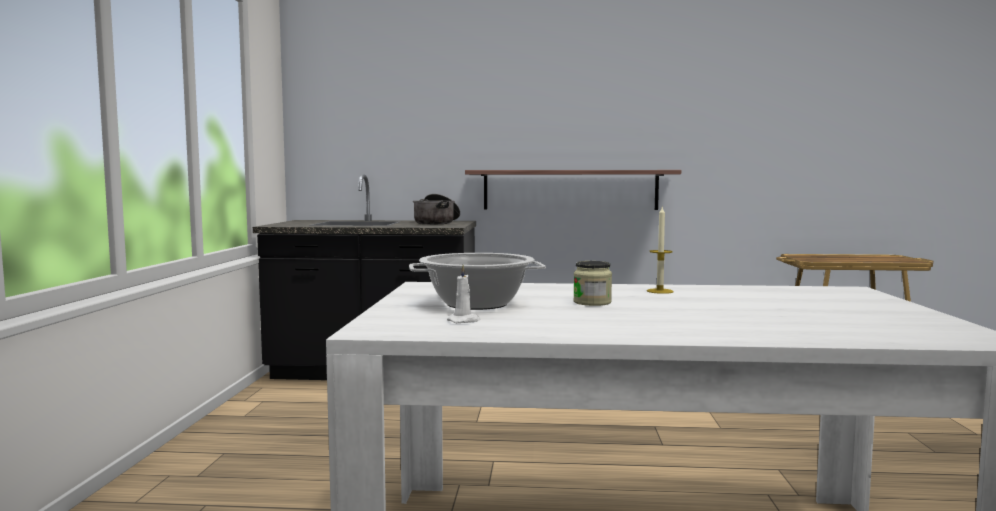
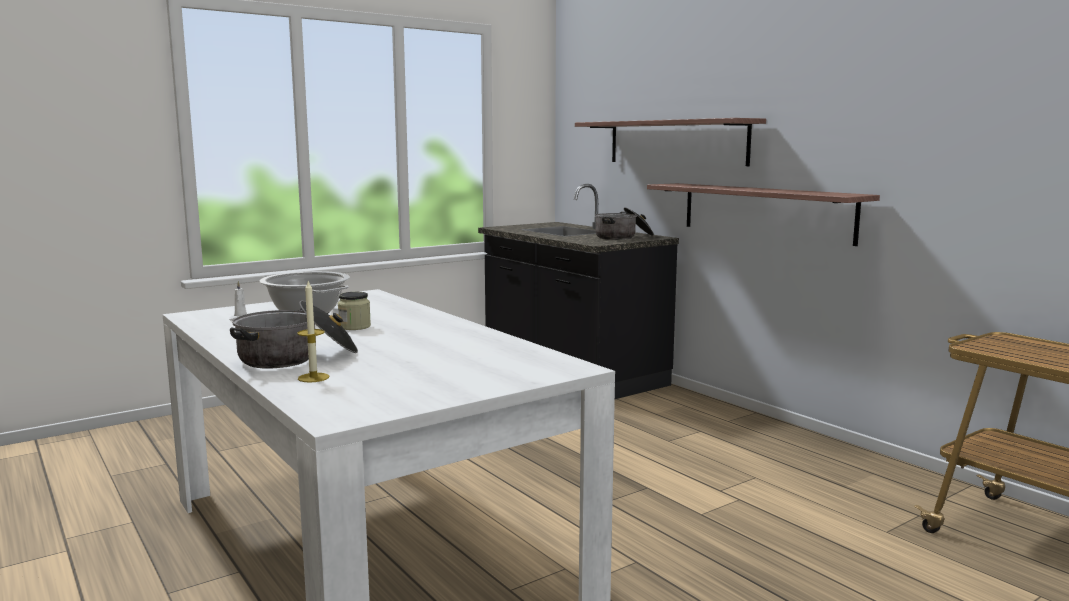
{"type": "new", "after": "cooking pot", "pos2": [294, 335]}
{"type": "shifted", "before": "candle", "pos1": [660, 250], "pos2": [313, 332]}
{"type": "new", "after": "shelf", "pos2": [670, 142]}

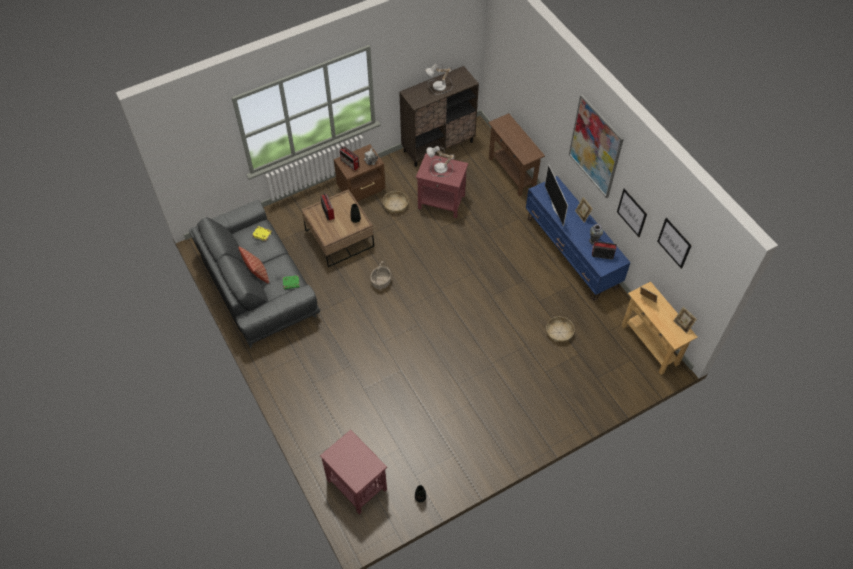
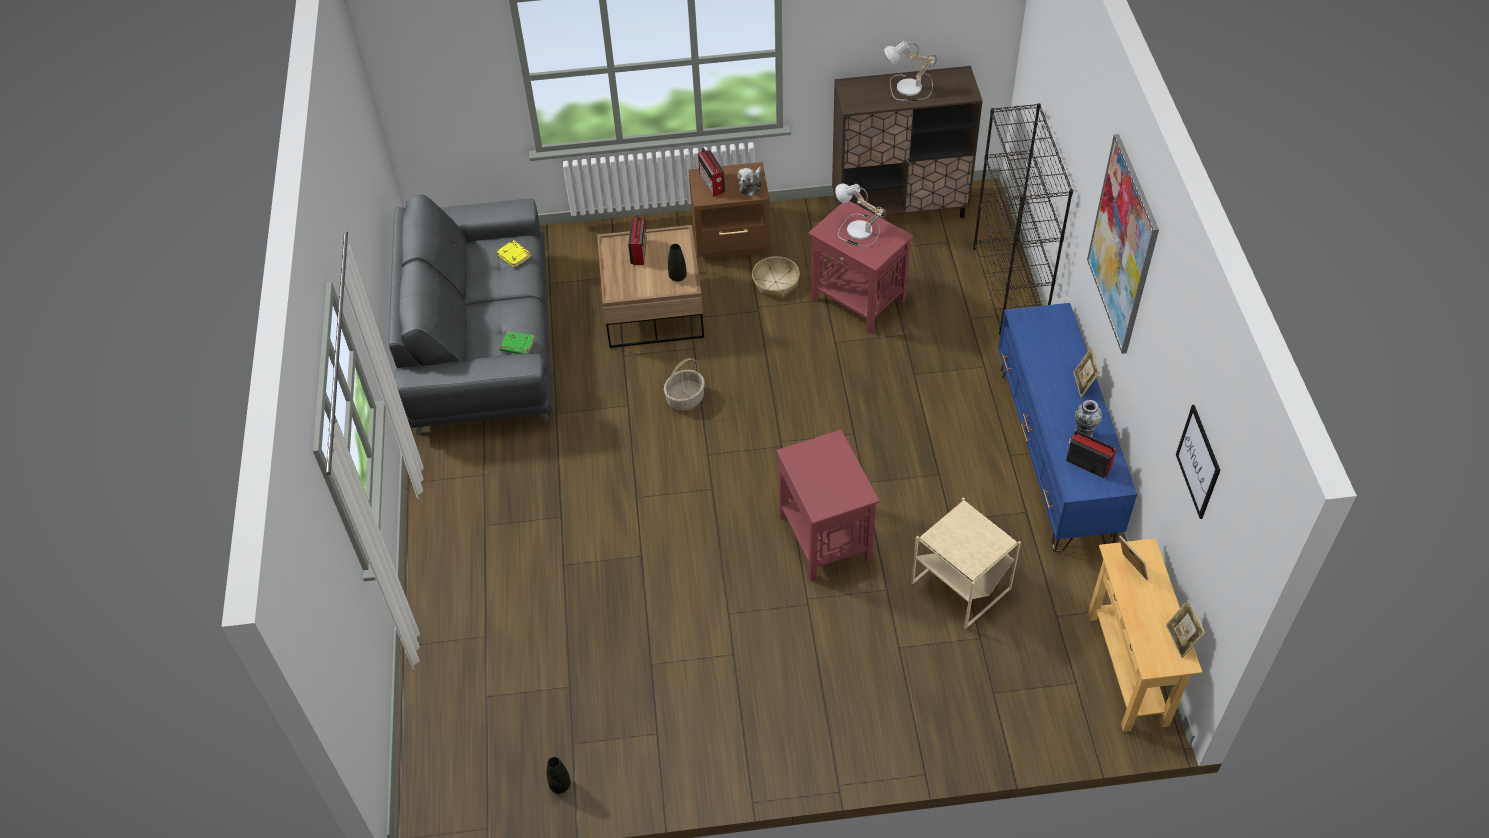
{"type": "shifted", "before": "red side table", "pos1": [353, 472], "pos2": [828, 505]}
{"type": "swapped", "before": "basket", "after": "beige side table", "pos1": [560, 330], "pos2": [966, 563]}
{"type": "swapped", "before": "brown console table", "after": "black bookcase", "pos1": [516, 155], "pos2": [1023, 219]}
{"type": "gone", "before": "pillow", "pos1": [253, 265]}
{"type": "gone", "before": "television", "pos1": [556, 195]}
{"type": "gone", "before": "picture", "pos1": [632, 213]}

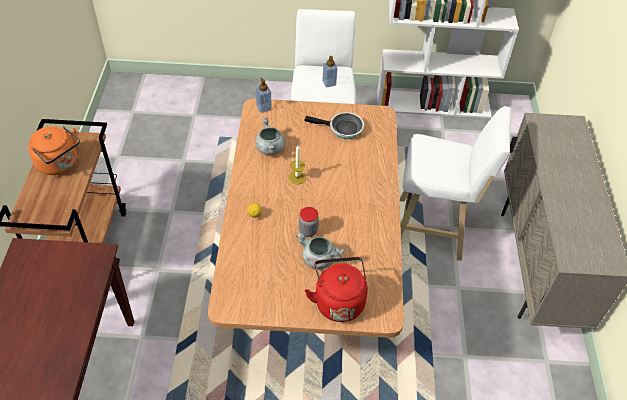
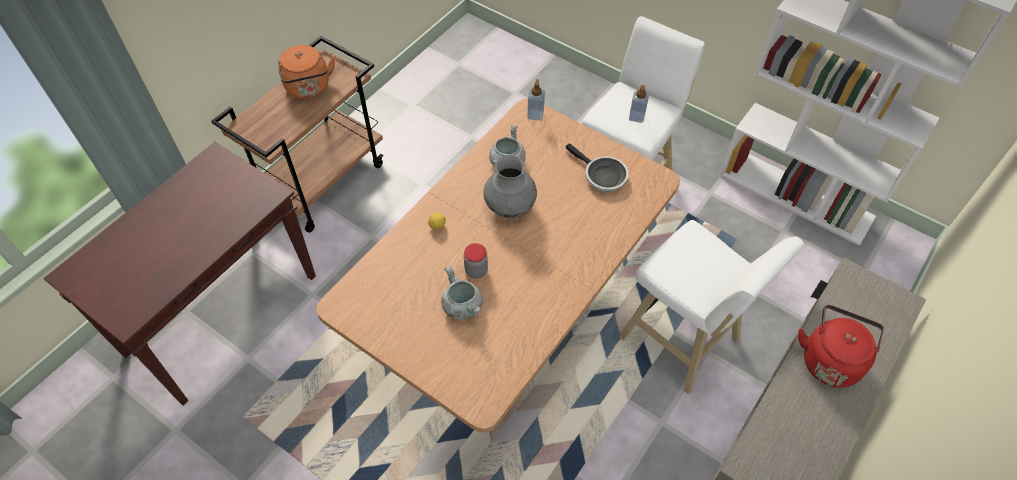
{"type": "swapped", "before": "candle", "after": "grey vase", "pos1": [297, 164], "pos2": [510, 186]}
{"type": "shifted", "before": "red kettle", "pos1": [336, 289], "pos2": [841, 346]}

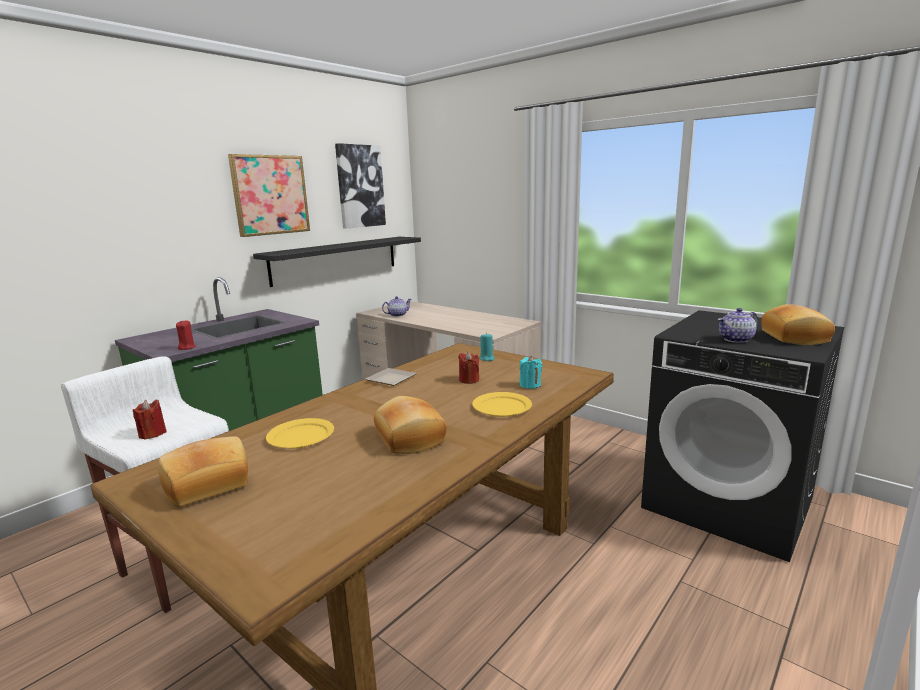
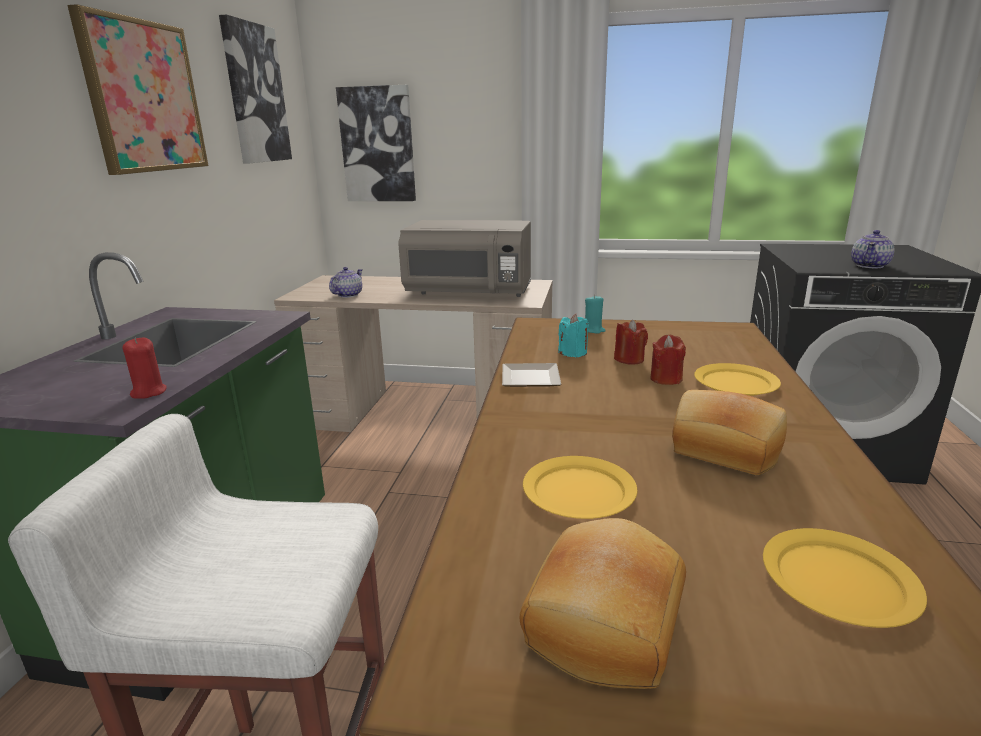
{"type": "new", "after": "picture", "pos2": [376, 143]}
{"type": "new", "after": "grey microwave", "pos2": [464, 258]}
{"type": "shifted", "before": "turquoise candle", "pos1": [531, 372], "pos2": [573, 336]}
{"type": "shifted", "before": "red candle", "pos1": [149, 420], "pos2": [668, 360]}
{"type": "new", "after": "yellow plate", "pos2": [845, 578]}
{"type": "gone", "before": "black shelf", "pos1": [337, 262]}
{"type": "gone", "before": "bread", "pos1": [798, 324]}

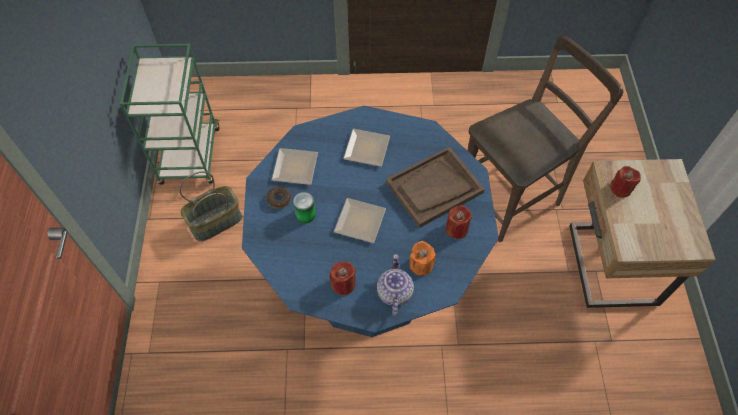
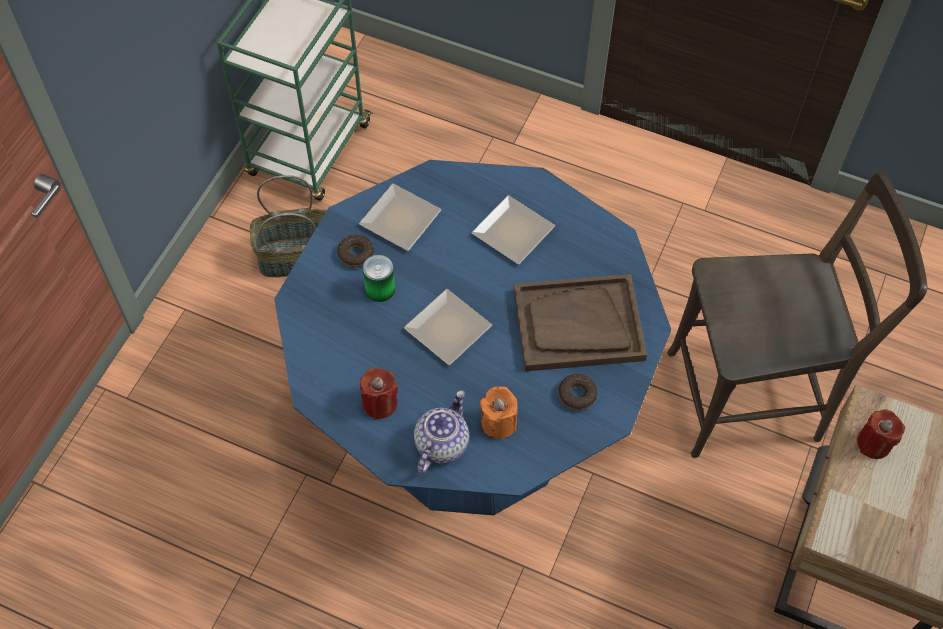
{"type": "swapped", "before": "red candle", "after": "donut", "pos1": [458, 222], "pos2": [578, 392]}

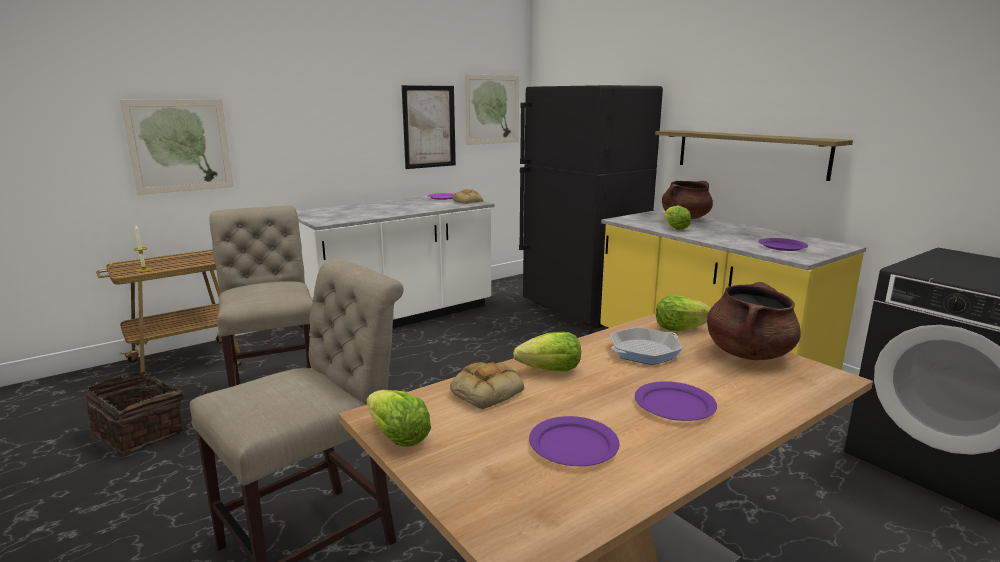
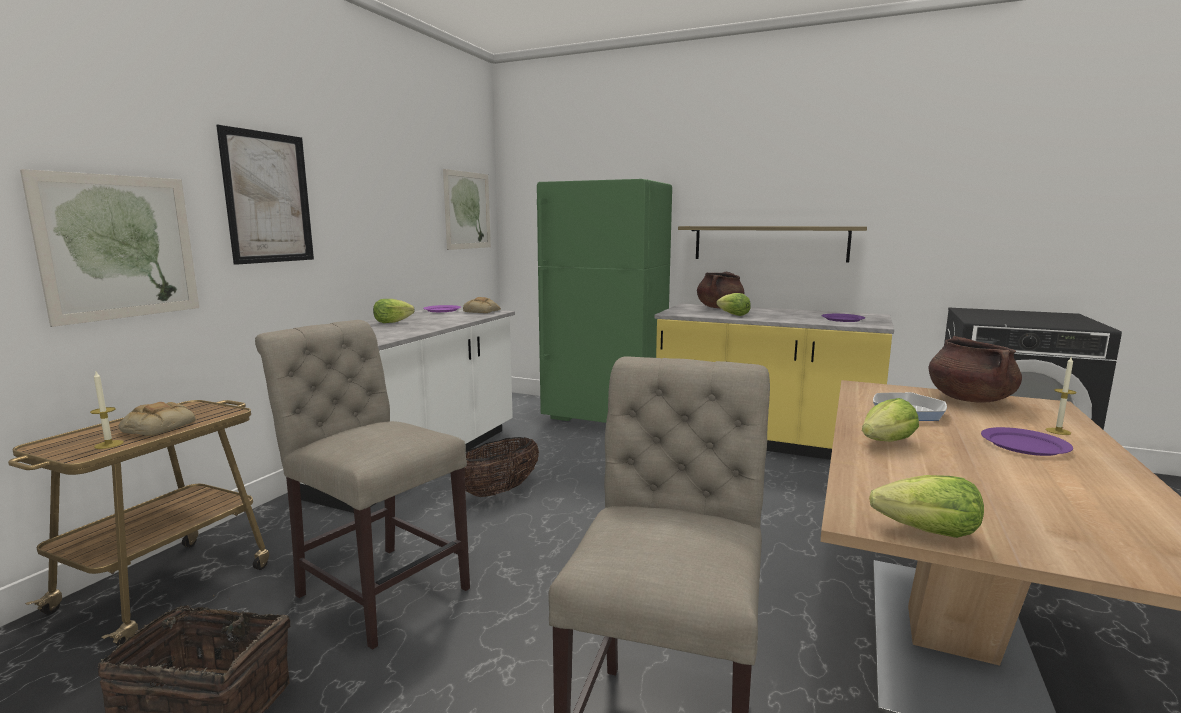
{"type": "shifted", "before": "bread", "pos1": [487, 385], "pos2": [157, 419]}
{"type": "shifted", "before": "picture", "pos1": [429, 127], "pos2": [265, 194]}
{"type": "shifted", "before": "lettuce", "pos1": [683, 313], "pos2": [394, 311]}
{"type": "new", "after": "basket", "pos2": [501, 467]}
{"type": "repainted", "before": "black fridge", "after": "green fridge", "pos1": [591, 207], "pos2": [604, 301]}
{"type": "new", "after": "candle", "pos2": [1061, 396]}
{"type": "gone", "before": "purple plate", "pos1": [574, 441]}

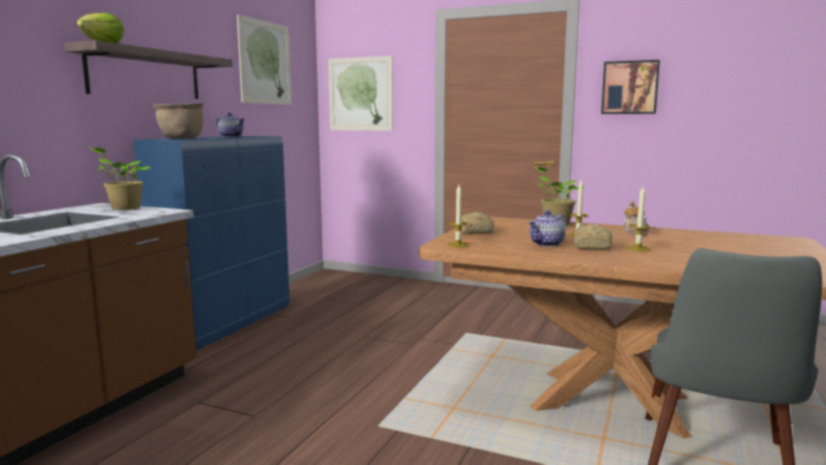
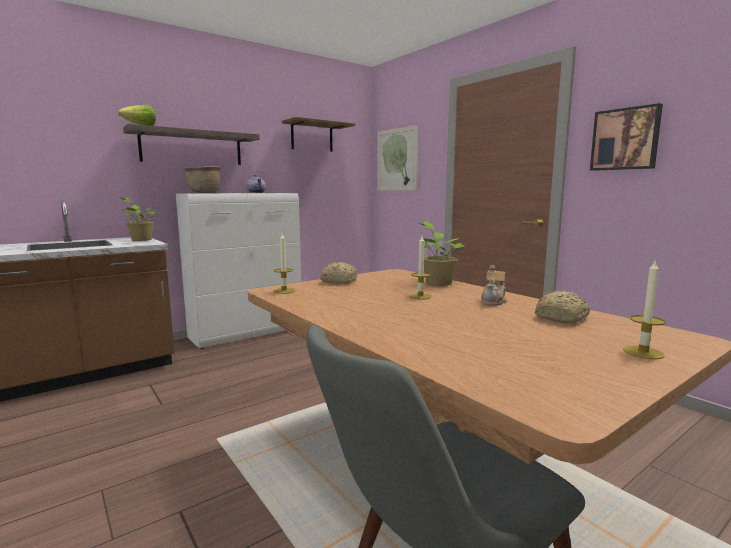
{"type": "repainted", "before": "blue cabinet", "after": "white cabinet", "pos1": [211, 244], "pos2": [238, 271]}
{"type": "swapped", "before": "picture", "after": "shelf", "pos1": [264, 60], "pos2": [318, 134]}
{"type": "shifted", "before": "bread", "pos1": [593, 237], "pos2": [562, 307]}
{"type": "shifted", "before": "candle", "pos1": [638, 219], "pos2": [644, 309]}
{"type": "gone", "before": "teapot", "pos1": [547, 228]}

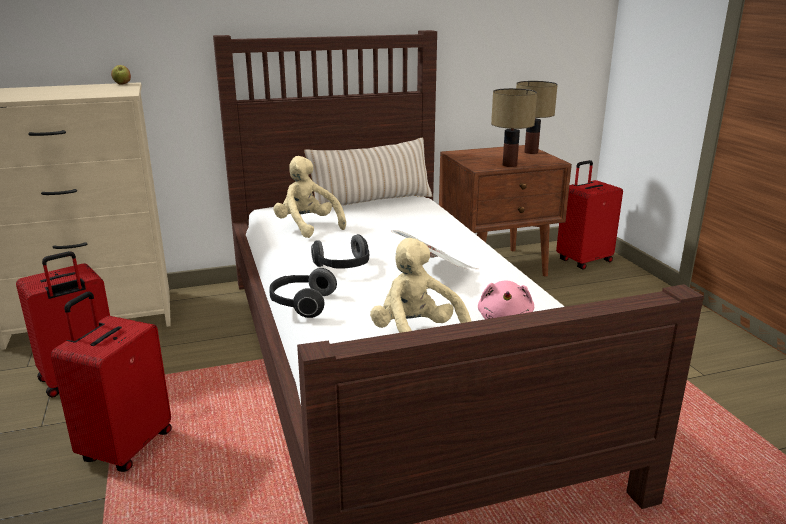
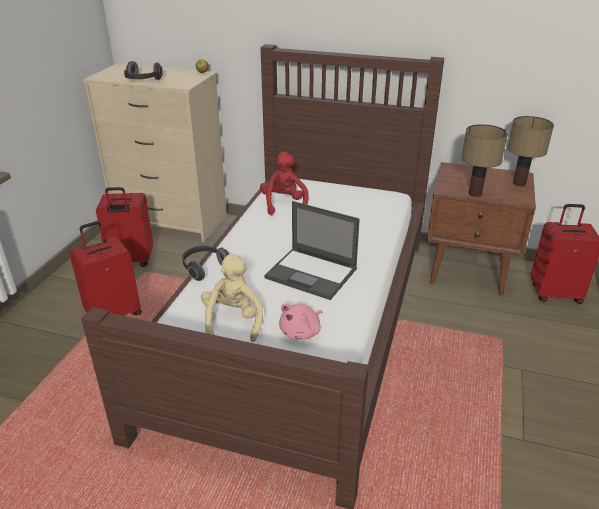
{"type": "shifted", "before": "headphones", "pos1": [340, 251], "pos2": [143, 70]}
{"type": "repainted", "before": "beige plush toy", "after": "red plush toy", "pos1": [309, 197], "pos2": [284, 183]}
{"type": "swapped", "before": "newspaper", "after": "laptop", "pos1": [435, 249], "pos2": [312, 250]}
{"type": "gone", "before": "beige pillow", "pos1": [368, 172]}

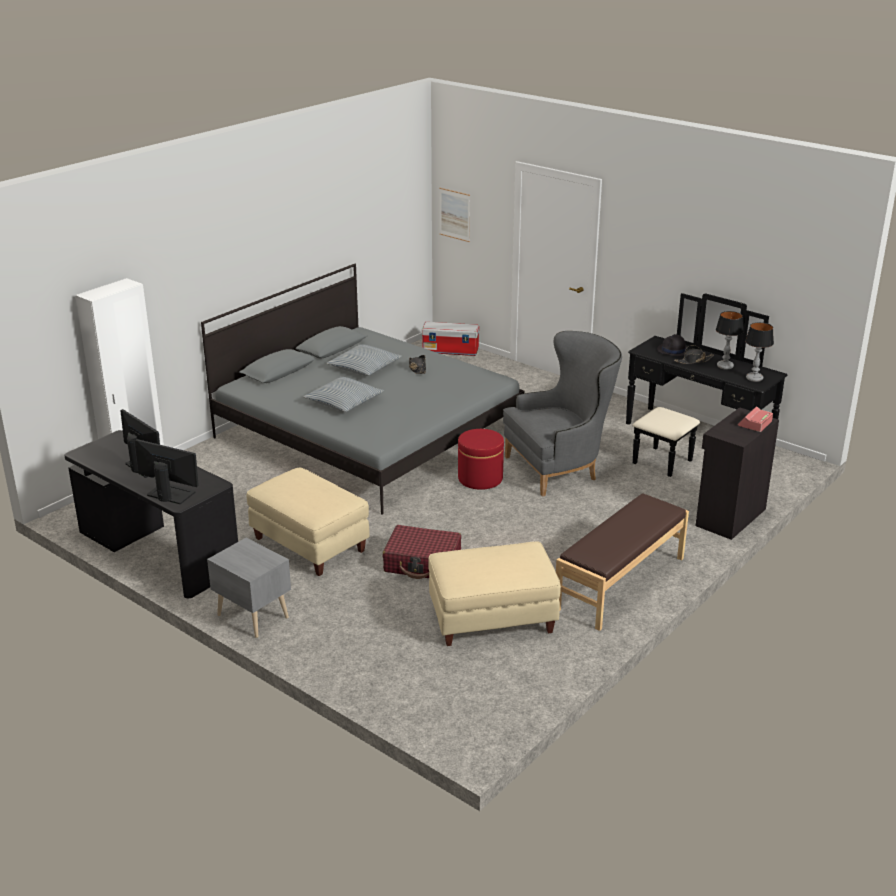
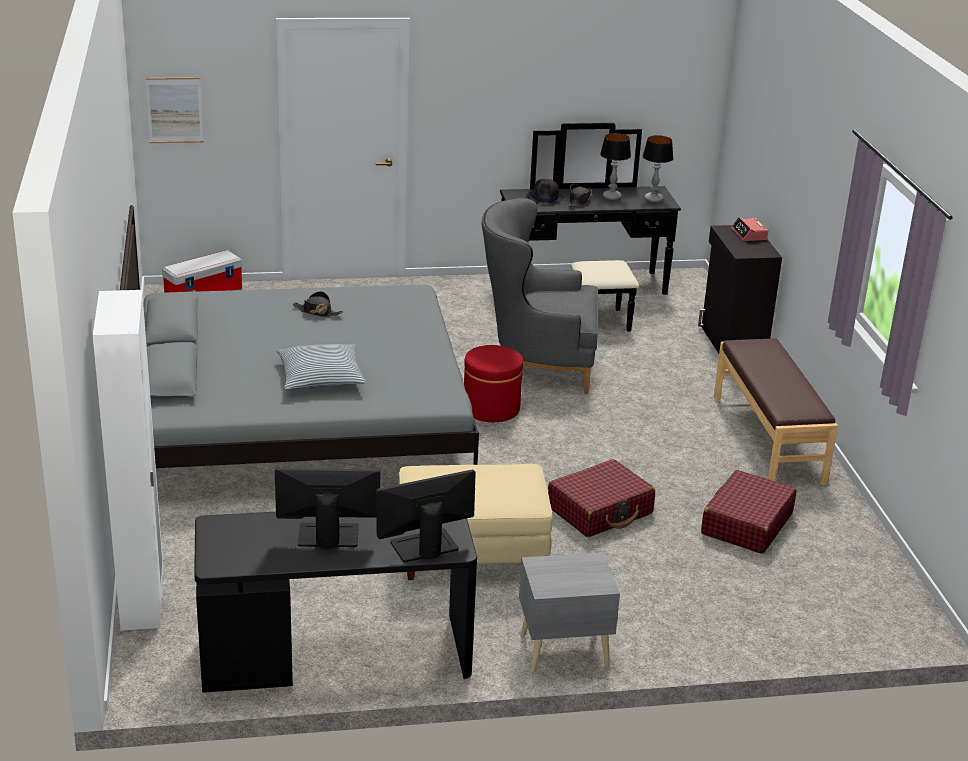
{"type": "rotated", "before": "grey armchair", "pos1": [562, 414], "pos2": [540, 296], "turn": -105}
{"type": "swapped", "before": "beige ottoman", "after": "red suitcase", "pos1": [494, 593], "pos2": [749, 512]}
{"type": "gone", "before": "pillow", "pos1": [364, 360]}

